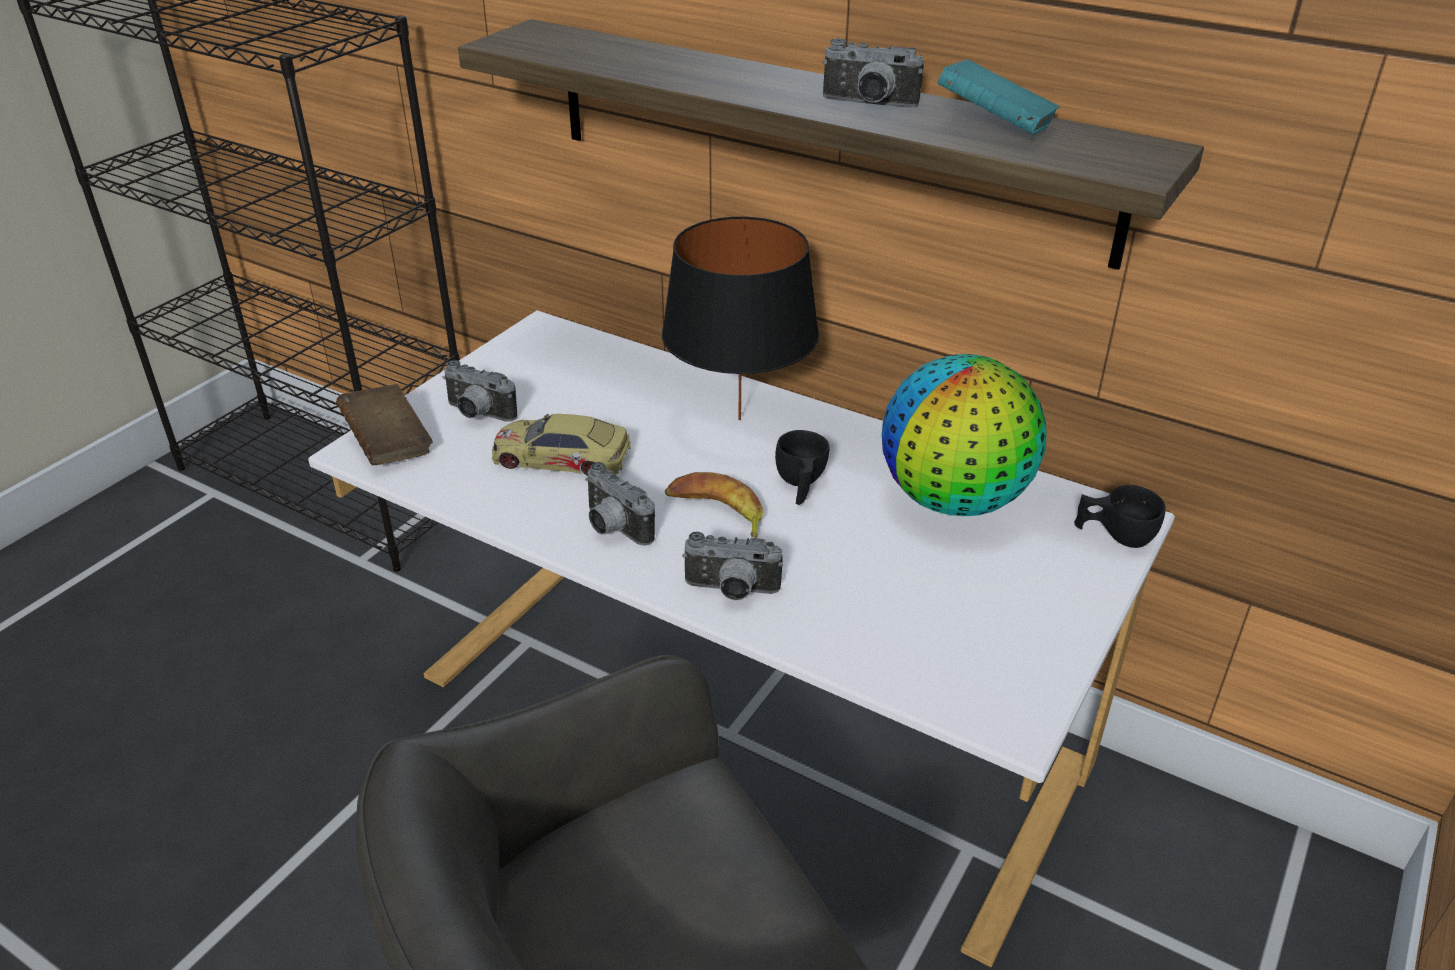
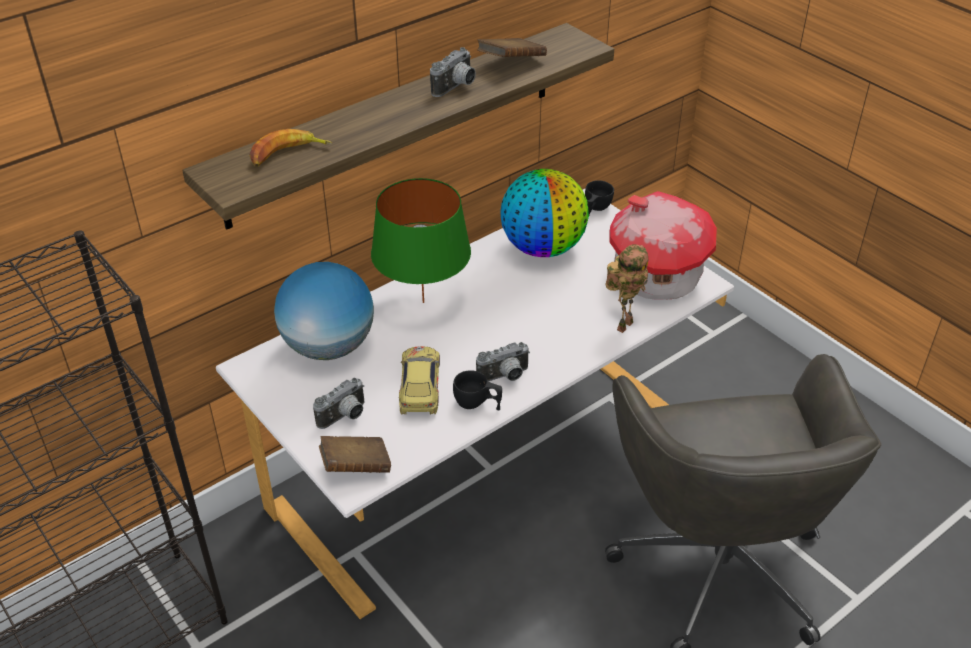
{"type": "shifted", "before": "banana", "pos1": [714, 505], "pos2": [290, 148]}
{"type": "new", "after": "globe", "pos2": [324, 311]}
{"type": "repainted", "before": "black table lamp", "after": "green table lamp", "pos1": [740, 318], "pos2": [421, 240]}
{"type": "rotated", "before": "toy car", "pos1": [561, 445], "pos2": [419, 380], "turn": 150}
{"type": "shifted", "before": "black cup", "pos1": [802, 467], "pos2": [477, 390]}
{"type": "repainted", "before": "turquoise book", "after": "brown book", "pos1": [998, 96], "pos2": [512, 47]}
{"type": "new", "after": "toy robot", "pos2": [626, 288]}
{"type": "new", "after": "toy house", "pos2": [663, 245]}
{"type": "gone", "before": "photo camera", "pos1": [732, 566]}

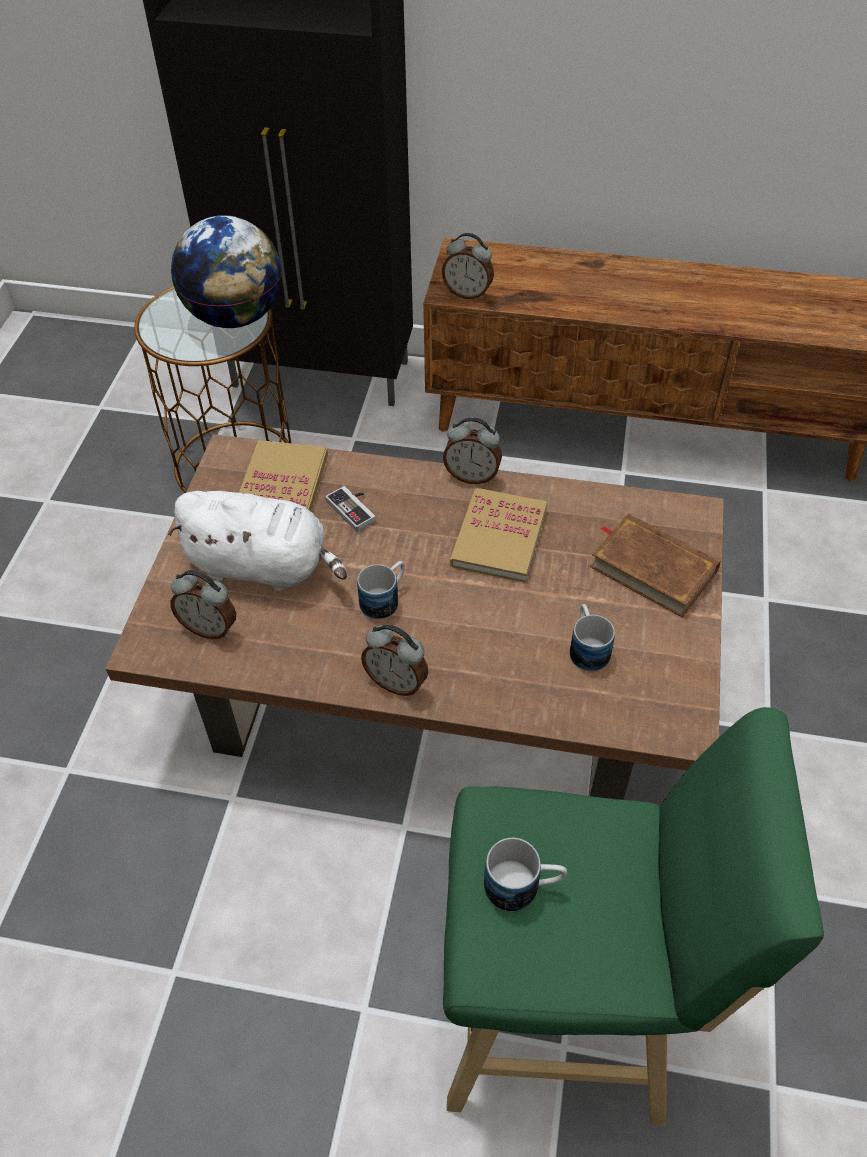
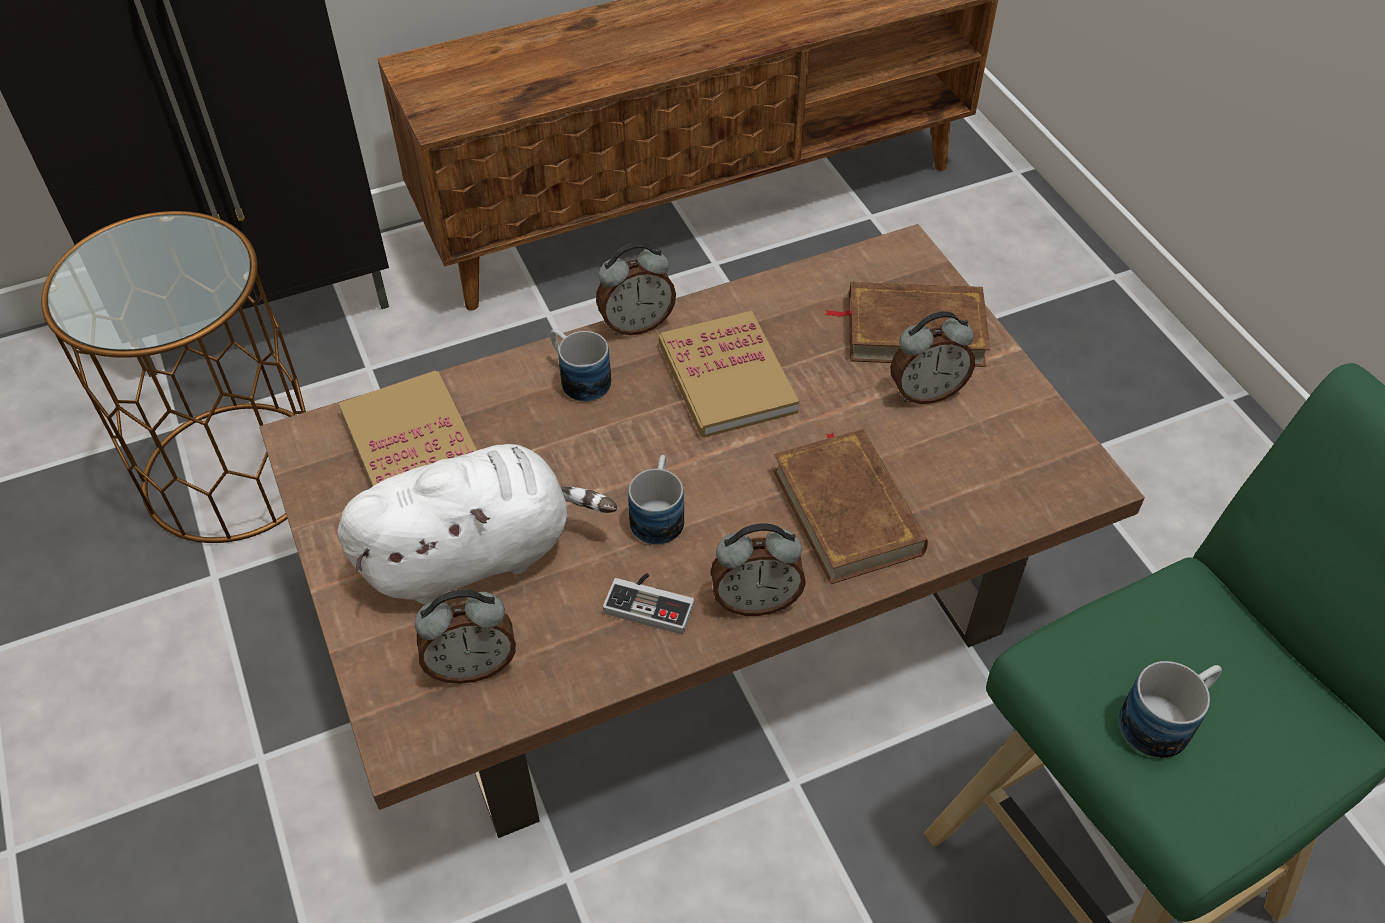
{"type": "shifted", "before": "mug", "pos1": [592, 637], "pos2": [580, 365]}
{"type": "shifted", "before": "game controller", "pos1": [351, 509], "pos2": [648, 603]}
{"type": "new", "after": "brown book", "pos2": [850, 506]}
{"type": "shifted", "before": "alarm clock", "pos1": [468, 266], "pos2": [932, 357]}
{"type": "gone", "before": "globe", "pos1": [226, 271]}

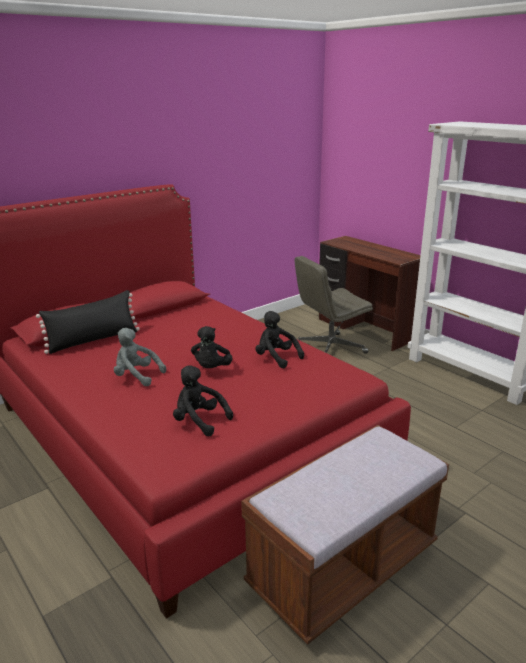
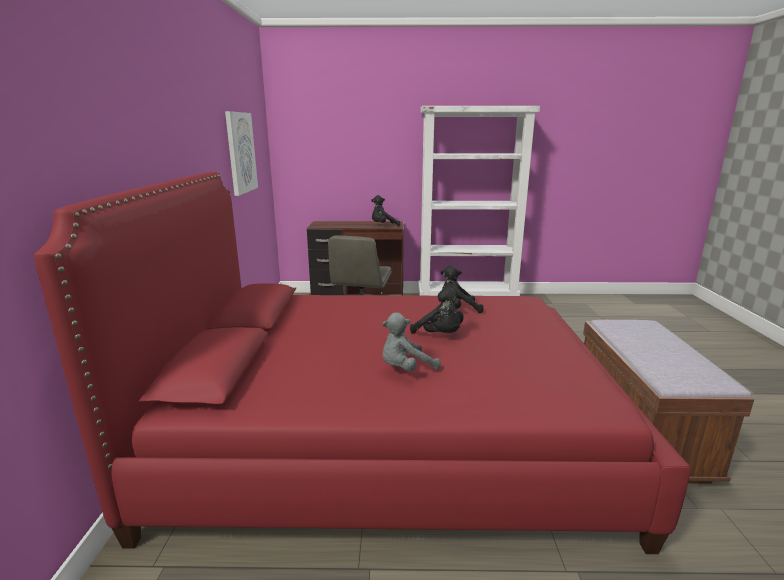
{"type": "new", "after": "picture", "pos2": [241, 153]}
{"type": "shifted", "before": "black plush toy", "pos1": [203, 400], "pos2": [385, 210]}
{"type": "gone", "before": "black pillow", "pos1": [88, 322]}

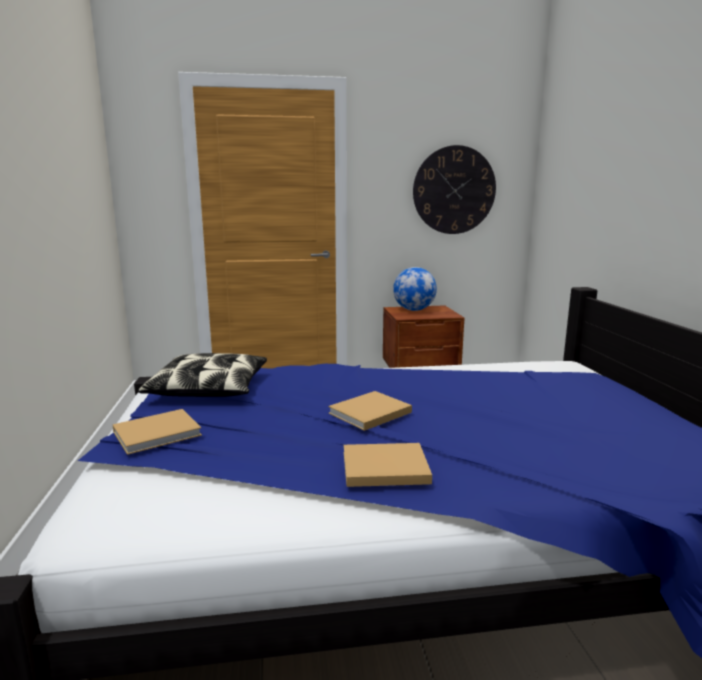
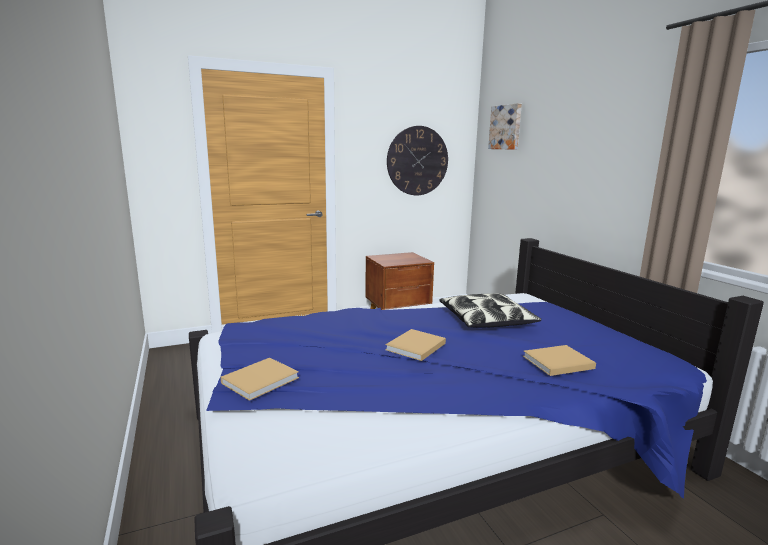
{"type": "shifted", "before": "pillow", "pos1": [202, 375], "pos2": [490, 310]}
{"type": "new", "after": "picture", "pos2": [505, 126]}
{"type": "shifted", "before": "beige book", "pos1": [388, 465], "pos2": [559, 360]}
{"type": "gone", "before": "globe", "pos1": [415, 289]}

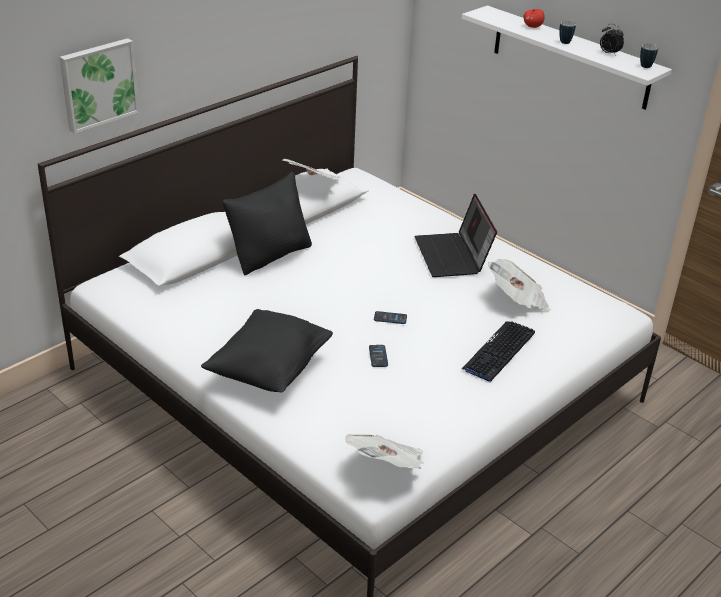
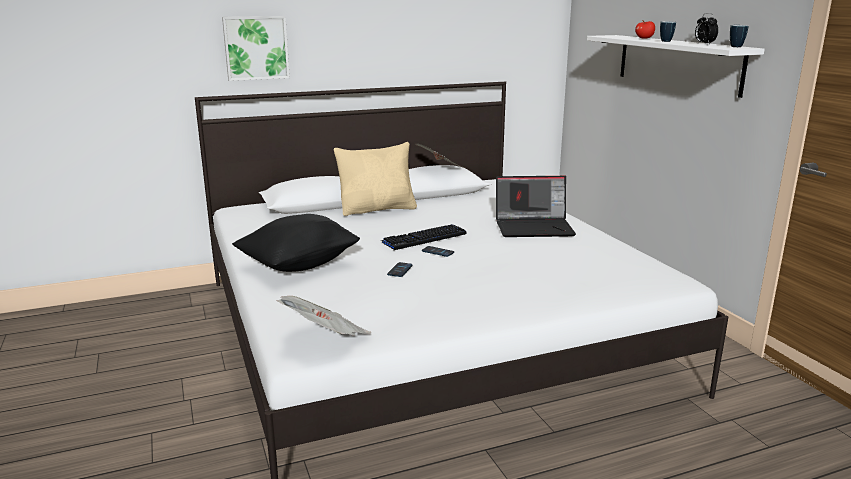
{"type": "repainted", "before": "black pillow", "after": "beige pillow", "pos1": [267, 223], "pos2": [375, 179]}
{"type": "shifted", "before": "keyboard", "pos1": [498, 352], "pos2": [423, 237]}
{"type": "rotated", "before": "laptop", "pos1": [455, 235], "pos2": [536, 206], "turn": -105}
{"type": "gone", "before": "newspaper", "pos1": [519, 285]}

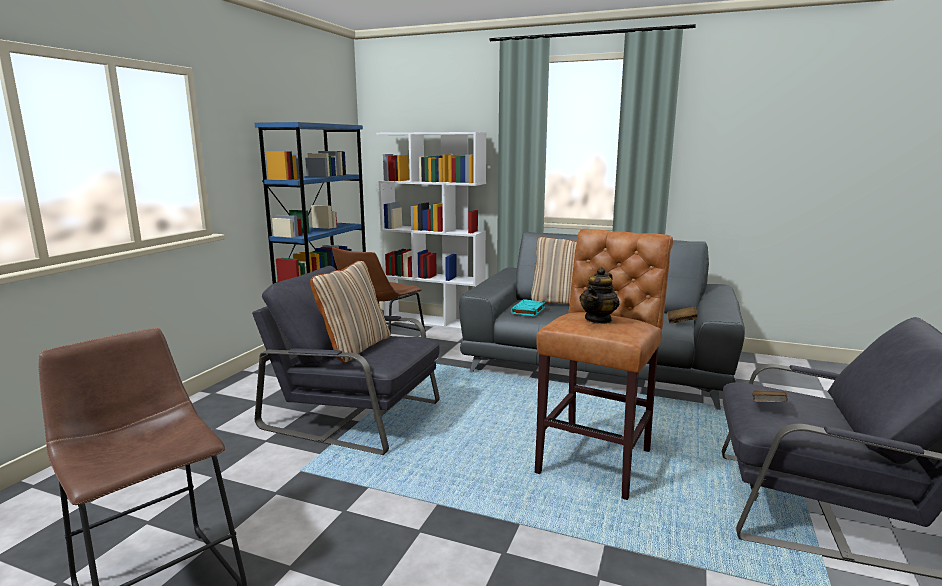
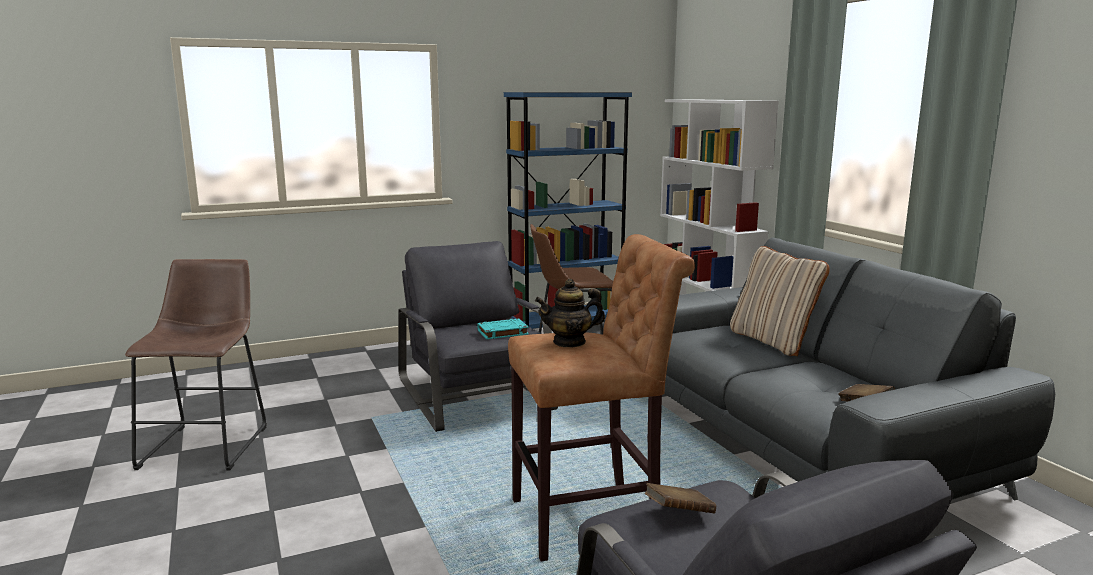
{"type": "shifted", "before": "turquoise book", "pos1": [528, 308], "pos2": [503, 329]}
{"type": "gone", "before": "beige pillow", "pos1": [350, 312]}

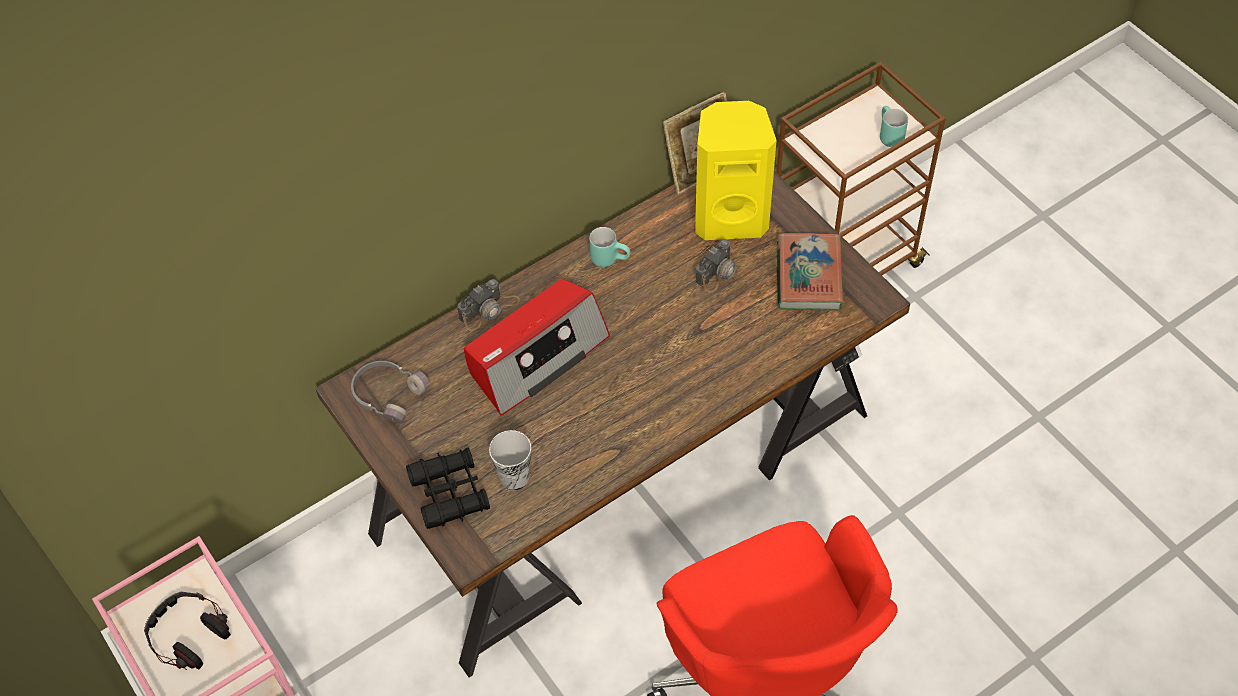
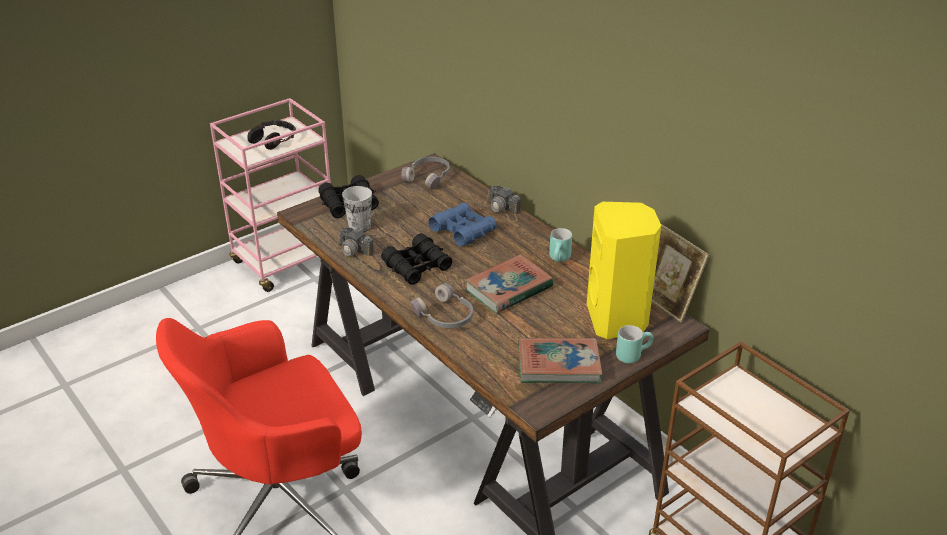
{"type": "shifted", "before": "photo camera", "pos1": [723, 265], "pos2": [354, 246]}
{"type": "new", "after": "black binoculars", "pos2": [416, 259]}
{"type": "new", "after": "grey headphones", "pos2": [441, 305]}
{"type": "swapped", "before": "radio", "after": "blue binoculars", "pos1": [537, 346], "pos2": [463, 224]}
{"type": "new", "after": "book", "pos2": [509, 283]}
{"type": "shifted", "before": "turquoise mug", "pos1": [894, 126], "pos2": [634, 344]}

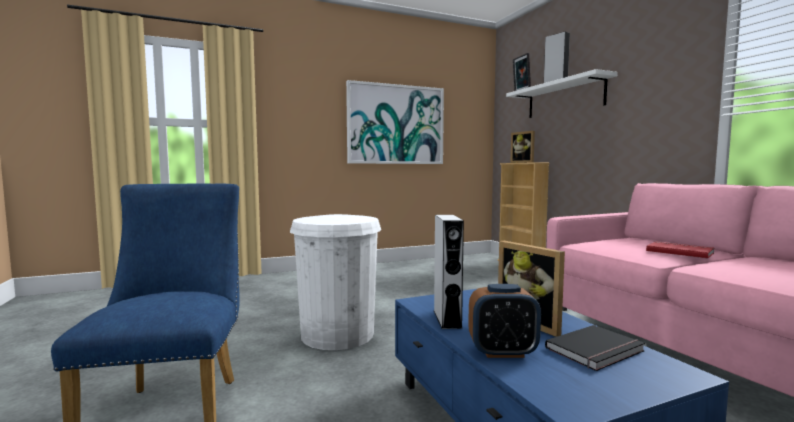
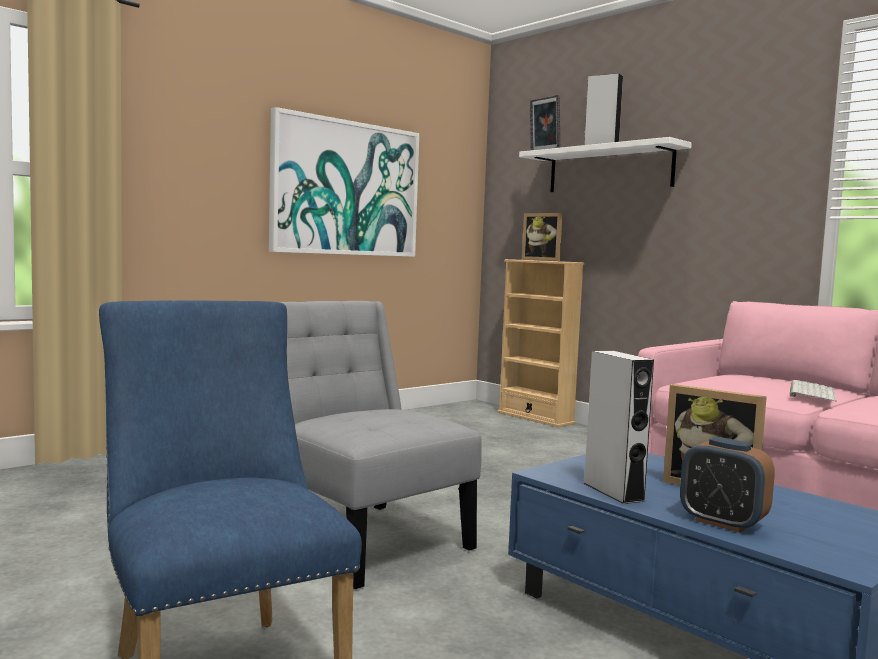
{"type": "swapped", "before": "white trash can", "after": "grey chair", "pos1": [335, 282], "pos2": [381, 445]}
{"type": "rotated", "before": "alarm clock", "pos1": [504, 321], "pos2": [727, 485], "turn": 60}
{"type": "swapped", "before": "red book", "after": "keyboard", "pos1": [680, 249], "pos2": [813, 390]}
{"type": "gone", "before": "black book", "pos1": [595, 348]}

